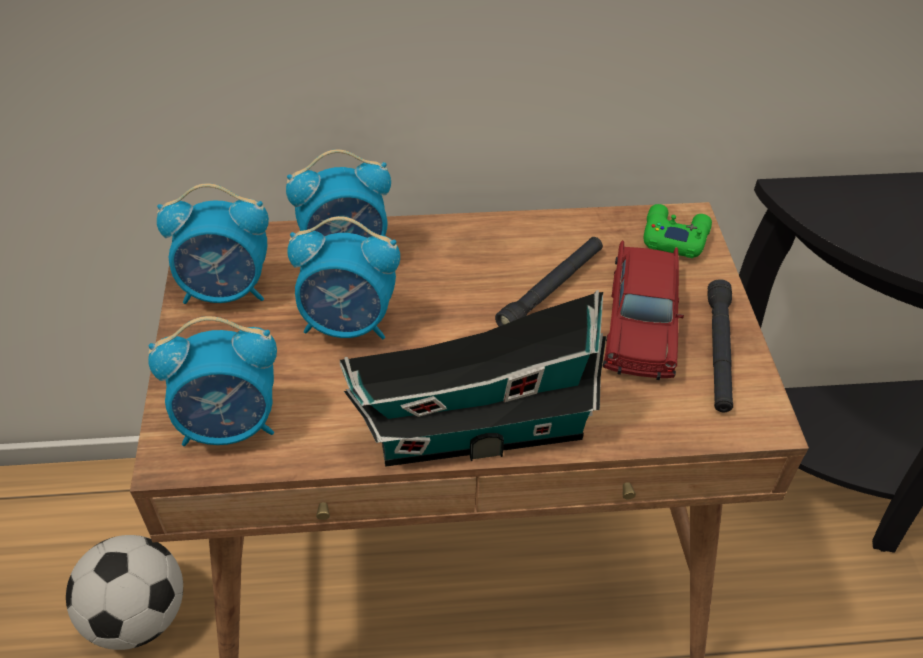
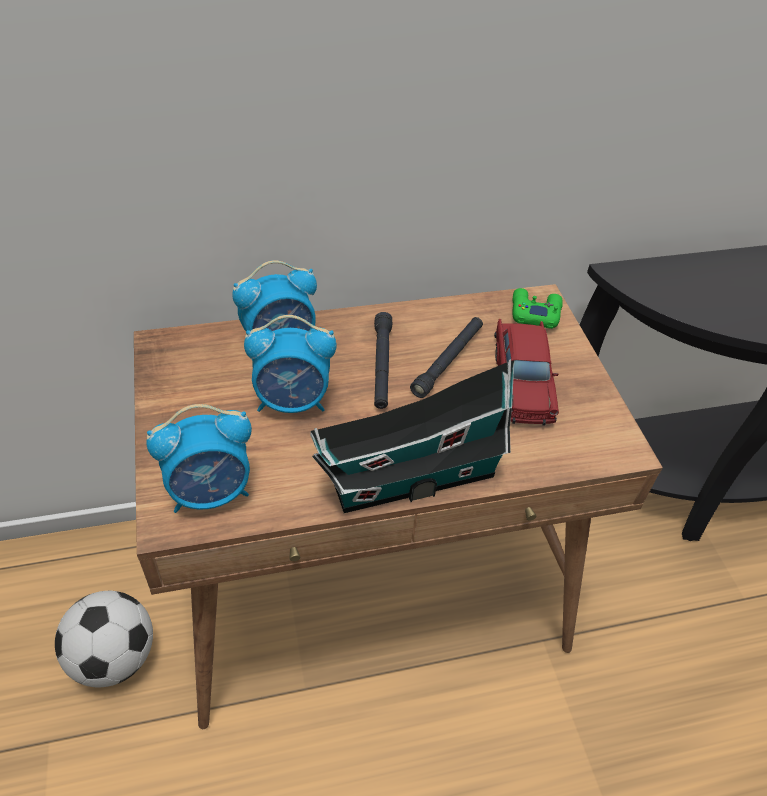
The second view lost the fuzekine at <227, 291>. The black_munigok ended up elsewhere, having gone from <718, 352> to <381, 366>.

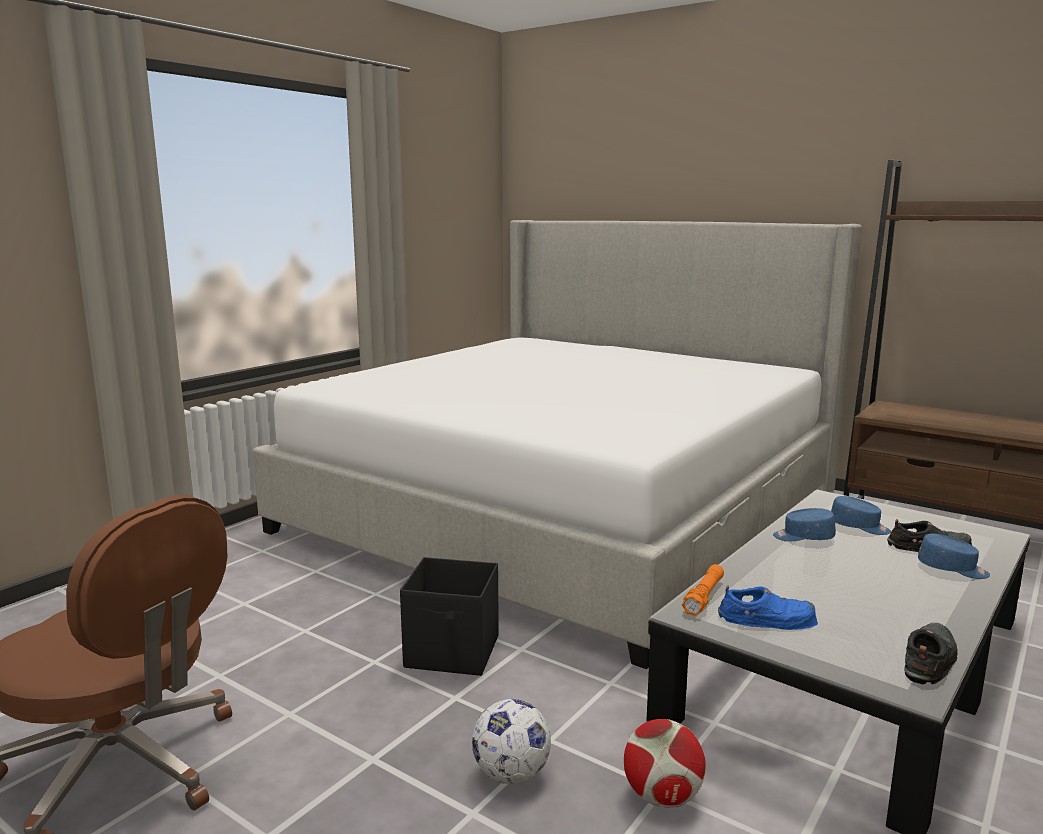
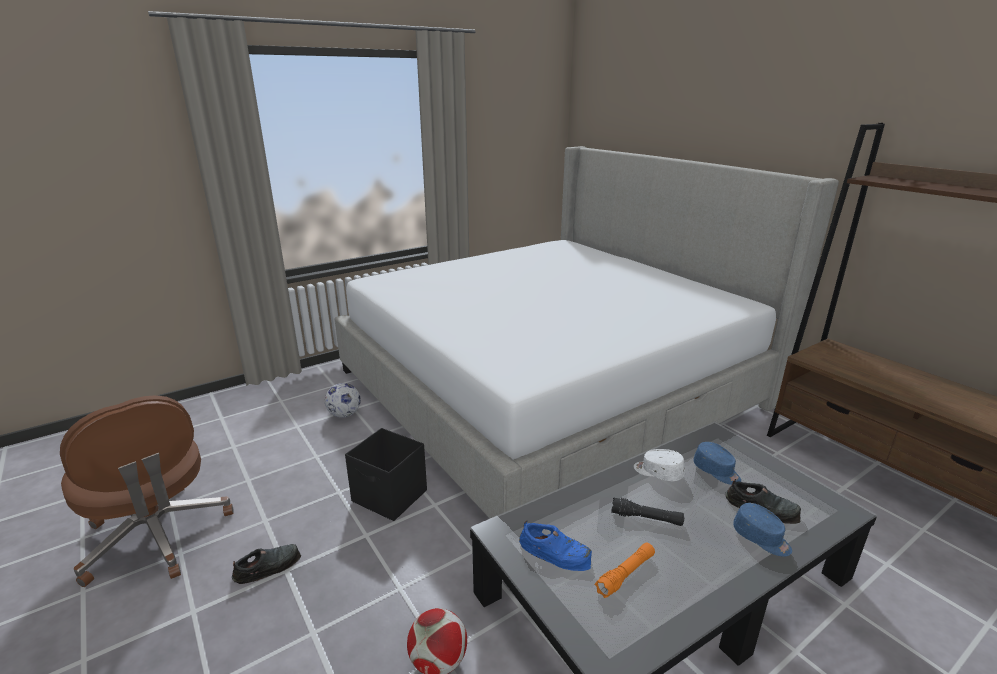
The second view gained the black_munigok at <646, 518>. The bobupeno ended up elsewhere, having gone from <511, 774> to <344, 414>. The orange_munigok ended up elsewhere, having gone from <704, 597> to <625, 574>. The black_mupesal ended up elsewhere, having gone from <928, 660> to <268, 566>. What was the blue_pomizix at <803, 537> turned into the white_pomizix at <658, 472>.

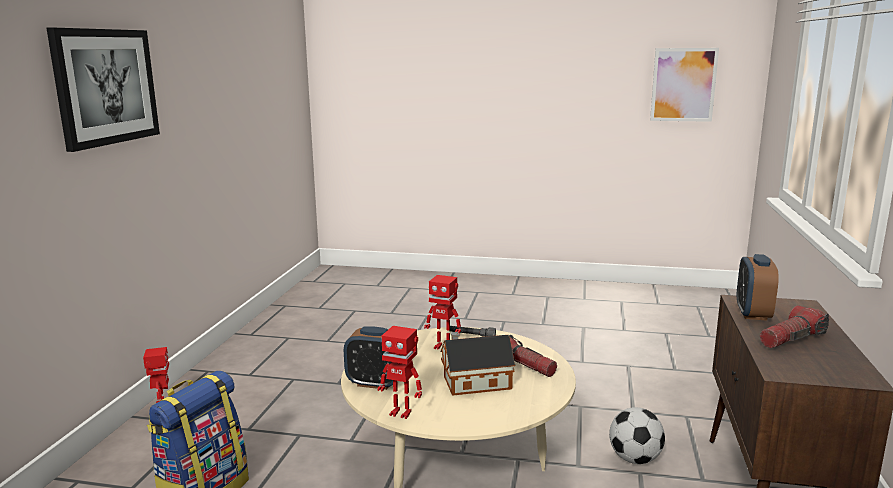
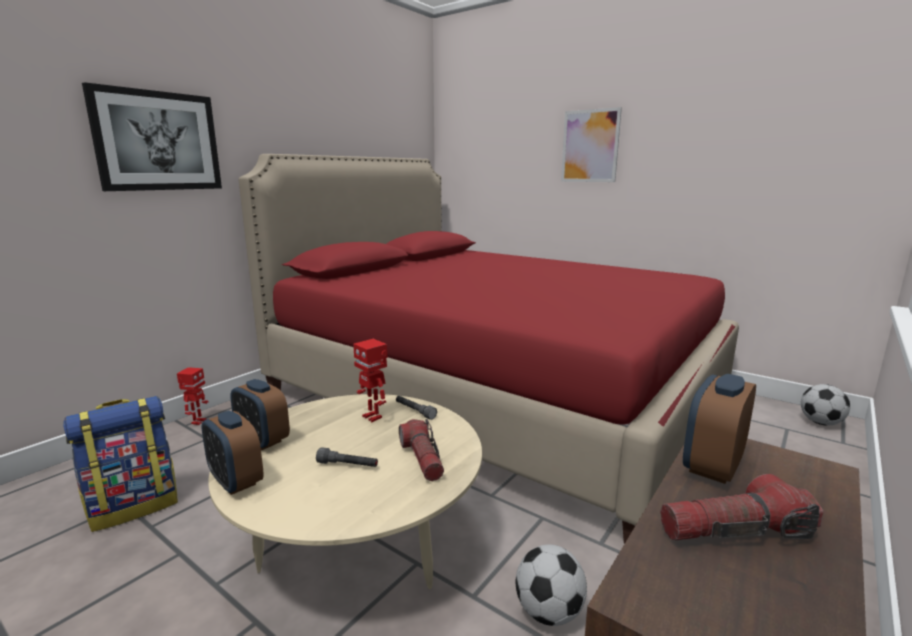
The second view gained the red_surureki at <492, 393>. The second view gained the bobupeno at <820, 423>. The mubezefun ended up elsewhere, having gone from <683, 85> to <590, 146>. Where the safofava stood at <401, 413>, the fuzekine came to stand at <236, 481>. Where the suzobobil stood at <474, 382>, the grey_munigok came to stand at <348, 465>.

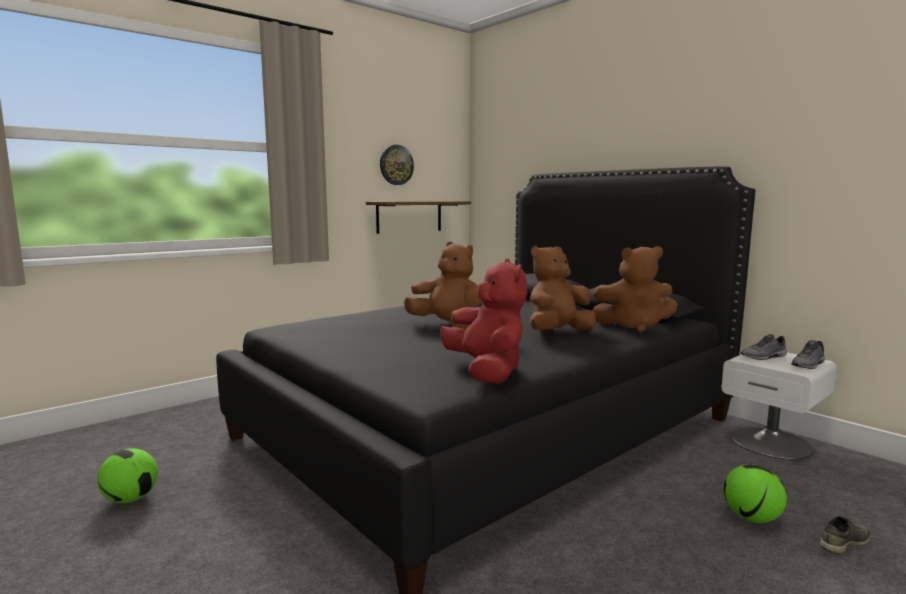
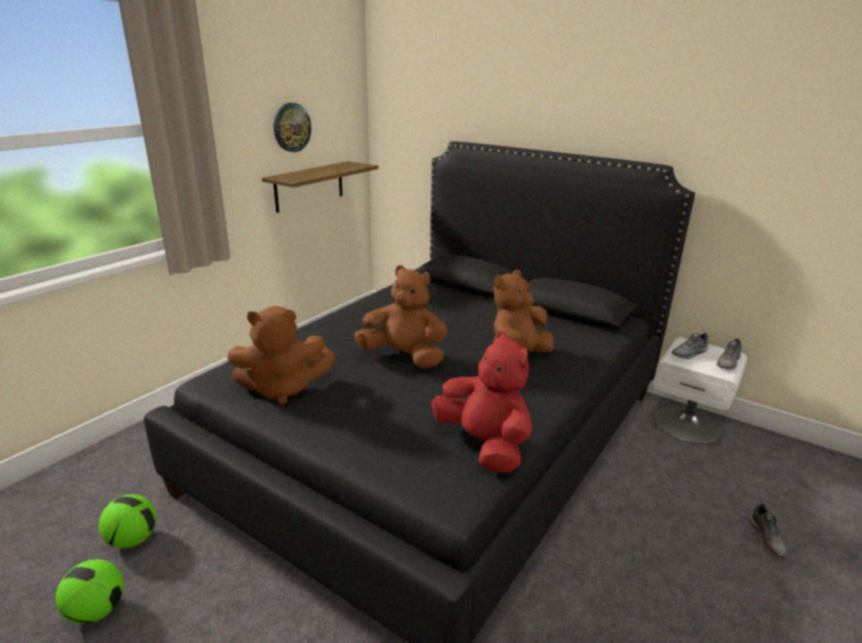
The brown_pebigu ended up elsewhere, having gone from <633, 326> to <283, 388>. The bobupeno ended up elsewhere, having gone from <752, 518> to <133, 539>. The grey_mupesal at <843, 543> ended up facing another way, 135 degrees clockwise from before.

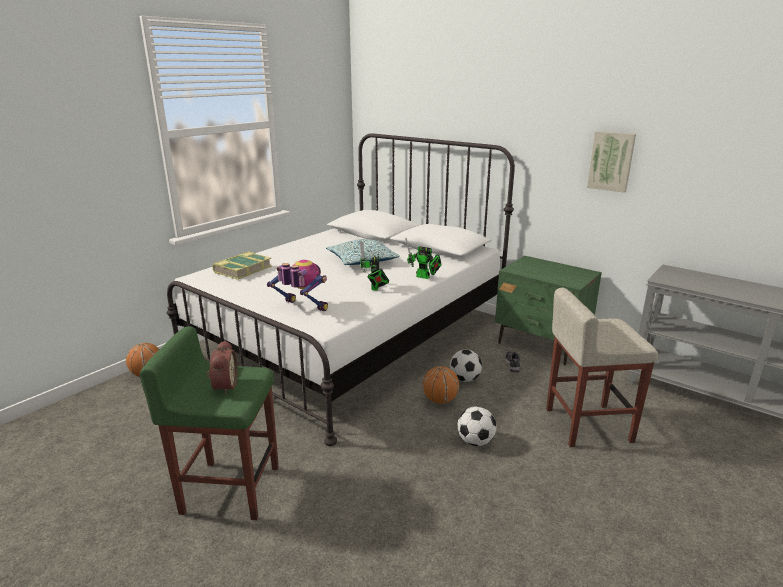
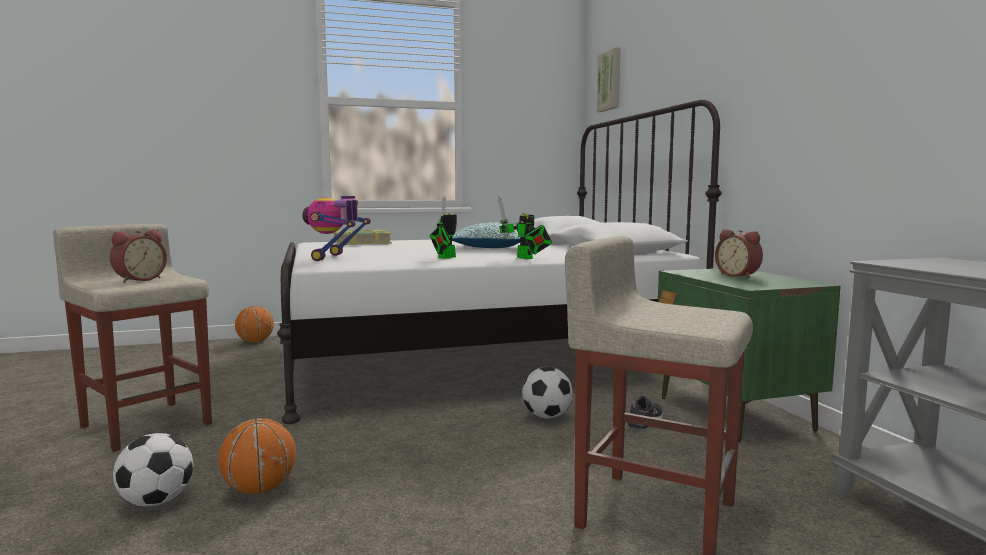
The second view gained the fuzekine at <739, 275>. The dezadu ended up elsewhere, having gone from <440, 400> to <259, 490>. The bobupeno ended up elsewhere, having gone from <475, 441> to <157, 502>. The mubezefun ended up elsewhere, having gone from <611, 161> to <610, 81>. What was the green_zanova at <229, 489> turned into the beige_zanova at <146, 424>. The safofava at <302, 308> ended up facing another way, 150 degrees counterclockwise from before.

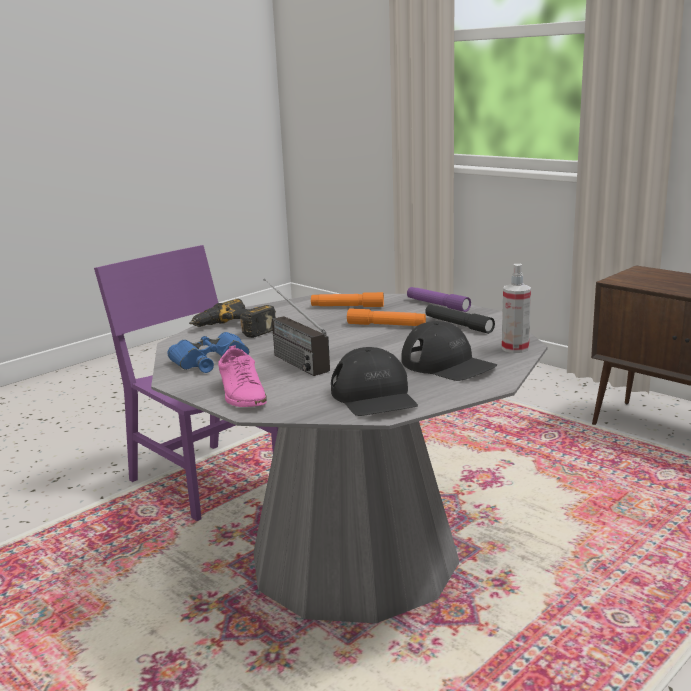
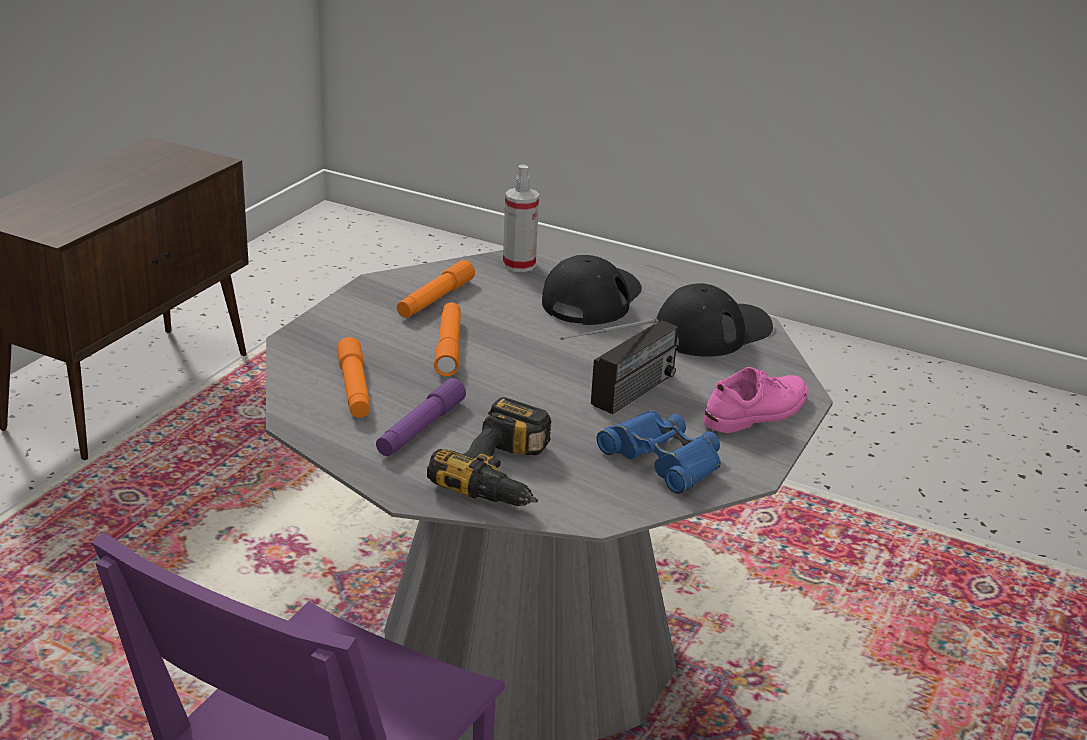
The purple_munigok ended up elsewhere, having gone from <437, 305> to <421, 428>. What was the black_munigok at <458, 325> turned into the orange_munigok at <435, 299>.

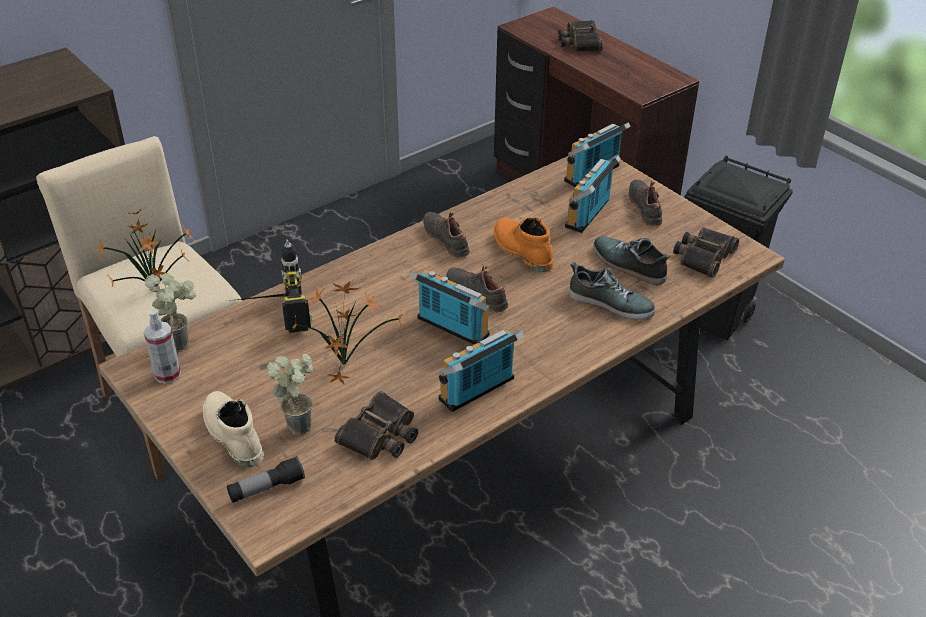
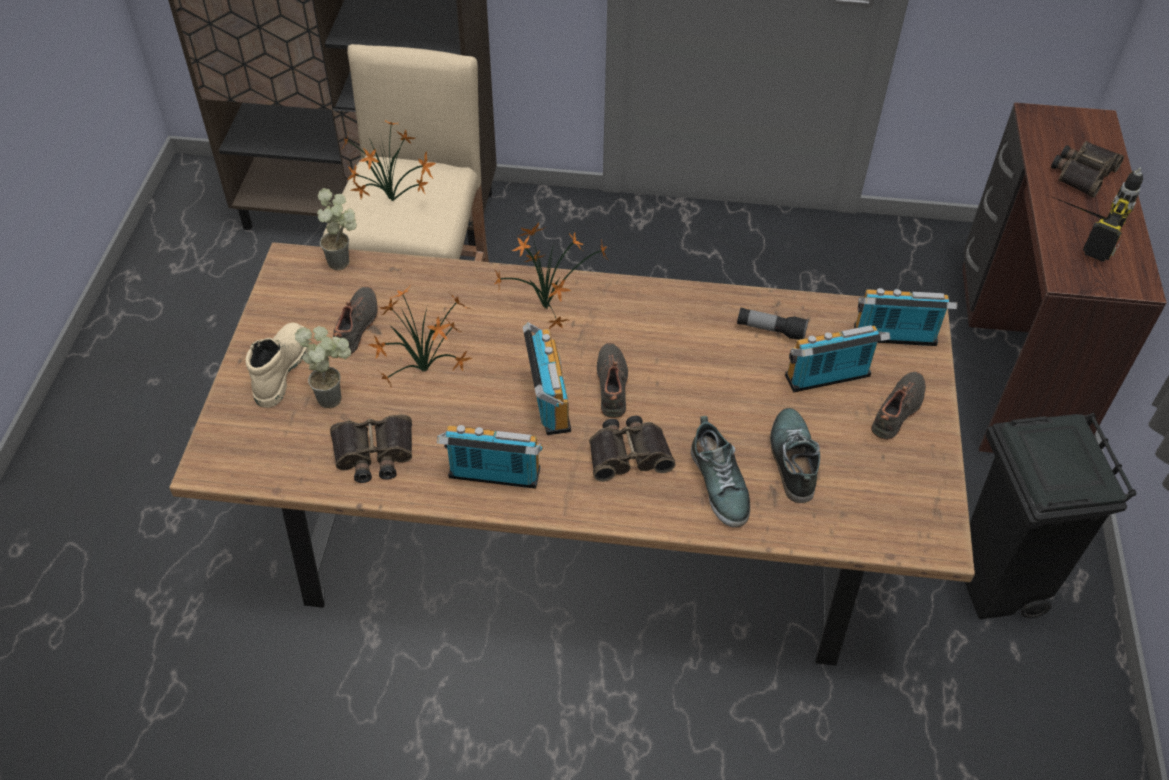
The second view lost the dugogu at <167, 374>. The second view lost the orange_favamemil at <521, 251>. The second view gained the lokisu at <545, 306>. The munigok ended up elsewhere, having gone from <266, 488> to <770, 330>. The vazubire ended up elsewhere, having gone from <269, 314> to <1078, 228>. The black_mupesal ended up elsewhere, having gone from <447, 239> to <357, 327>. The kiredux ended up elsewhere, having gone from <703, 256> to <629, 453>.

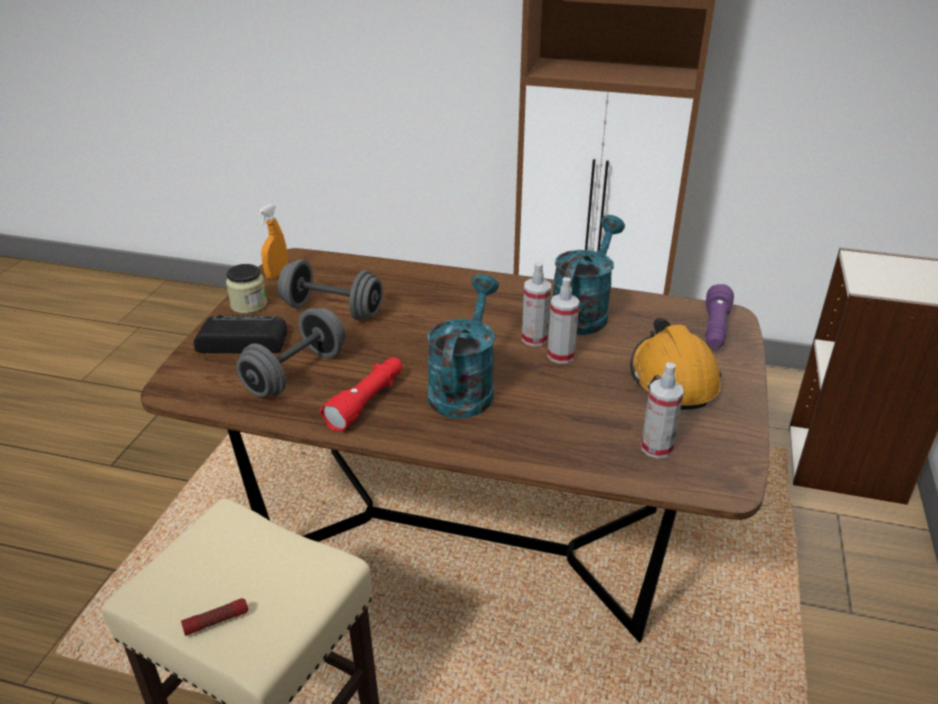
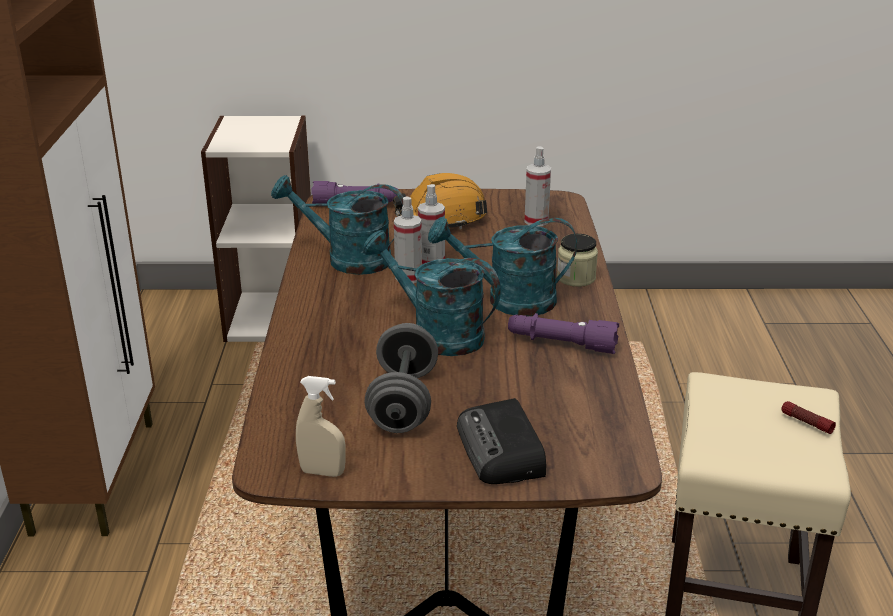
The second view lost the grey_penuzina at <295, 373>. The second view gained the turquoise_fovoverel at <436, 334>. The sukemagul ended up elsewhere, having gone from <249, 305> to <576, 278>. What was the orange_dugogu at <277, 274> turned into the beige_dugogu at <322, 472>. What was the red_munigok at <367, 401> turned into the purple_munigok at <561, 344>.

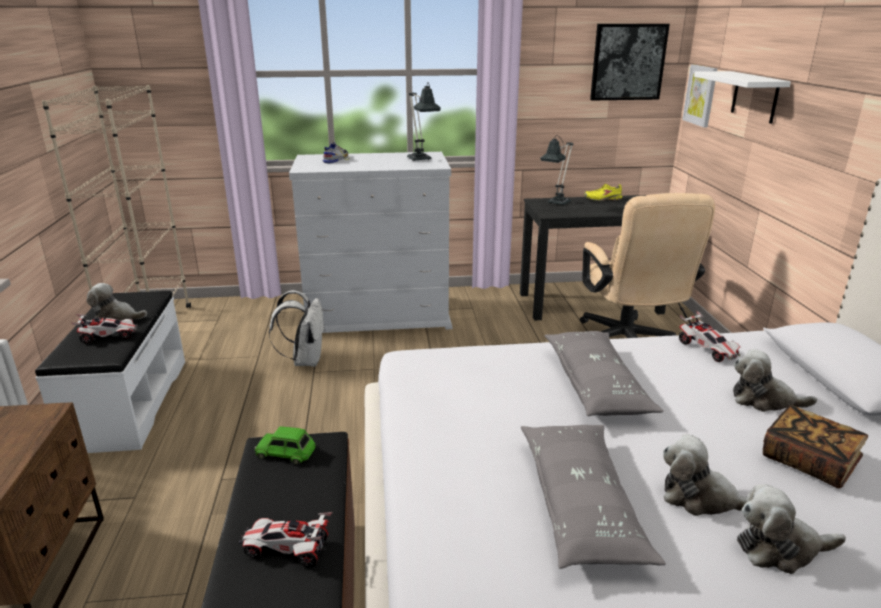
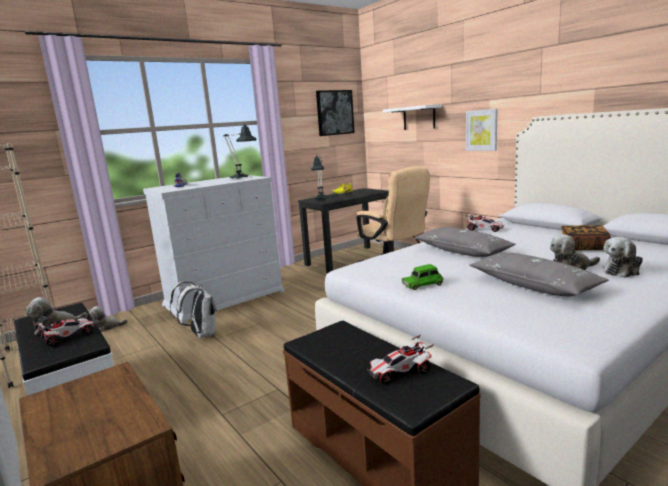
The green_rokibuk ended up elsewhere, having gone from <286, 452> to <422, 284>. The mubezefun ended up elsewhere, having gone from <700, 95> to <481, 130>. The pebigu ended up elsewhere, having gone from <764, 400> to <107, 327>.

